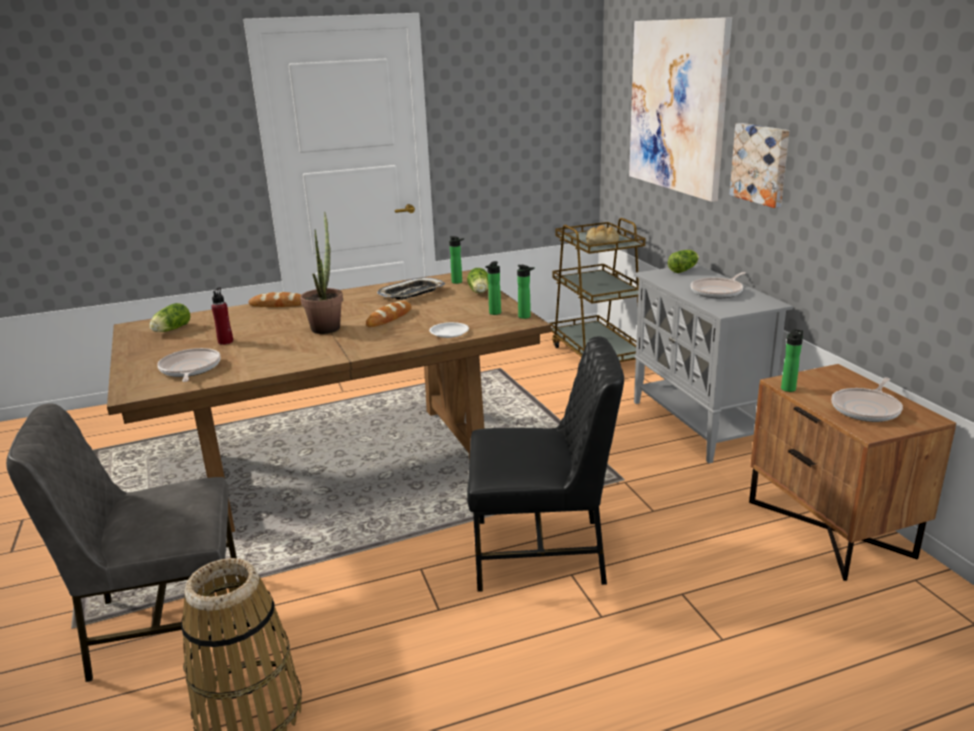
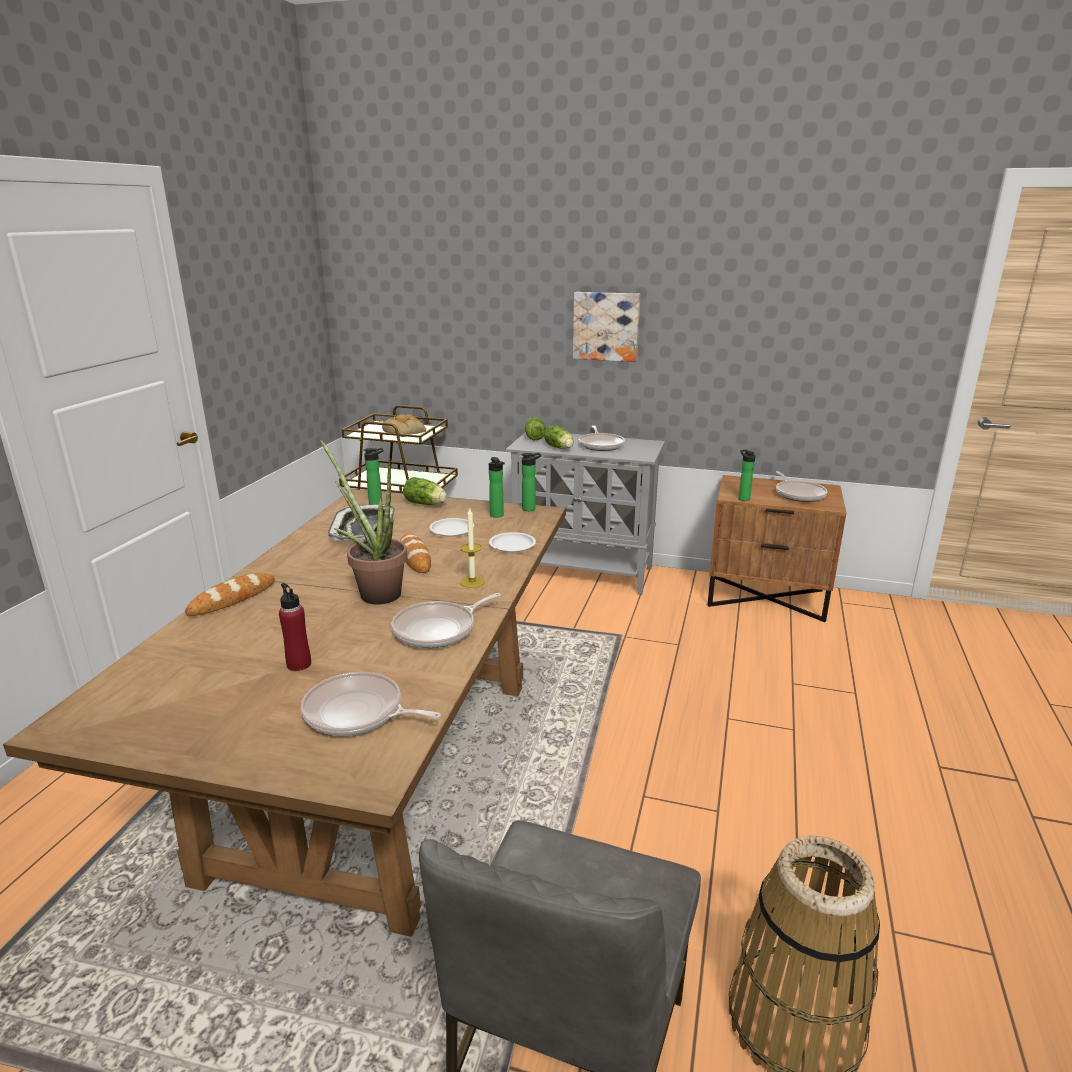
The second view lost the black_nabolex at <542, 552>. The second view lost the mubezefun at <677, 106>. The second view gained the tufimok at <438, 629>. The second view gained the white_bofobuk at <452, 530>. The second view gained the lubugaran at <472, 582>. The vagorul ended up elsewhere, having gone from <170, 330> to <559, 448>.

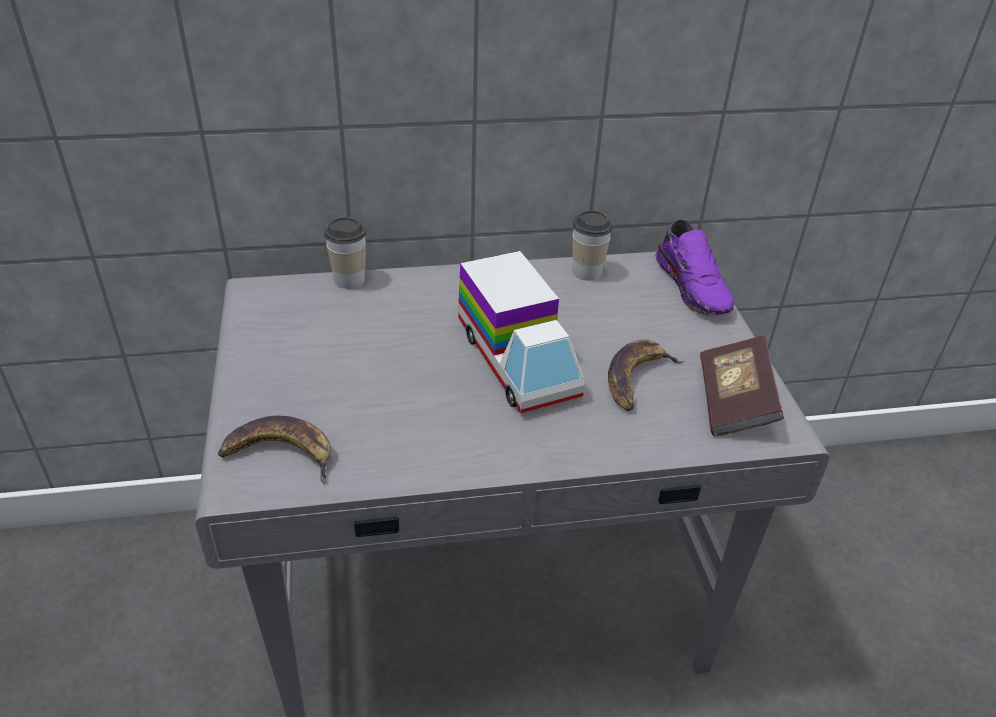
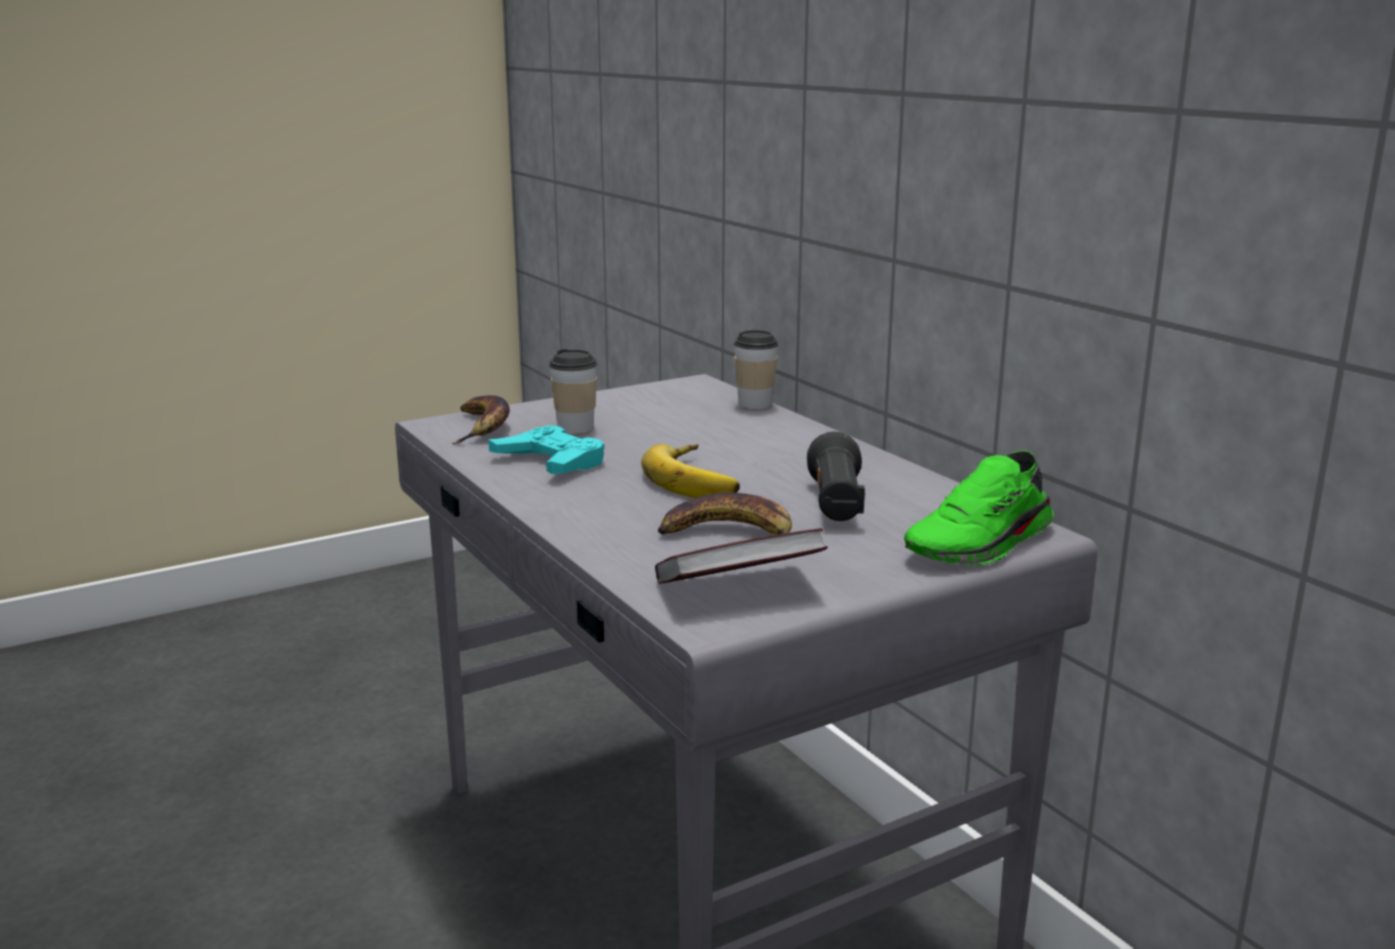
The second view gained the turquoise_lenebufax at <551, 462>. The second view gained the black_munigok at <836, 504>. The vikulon ended up elsewhere, having gone from <587, 272> to <575, 428>. Where the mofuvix stood at <517, 361>, the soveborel came to stand at <699, 480>. What was the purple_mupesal at <694, 286> turned into the green_mupesal at <983, 545>.

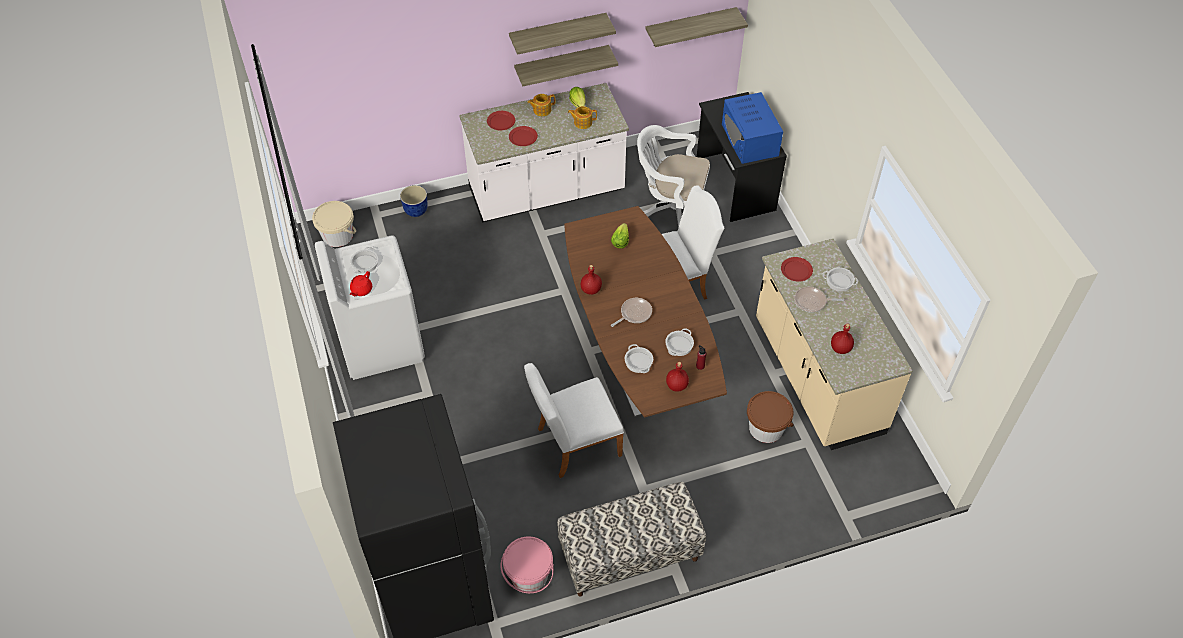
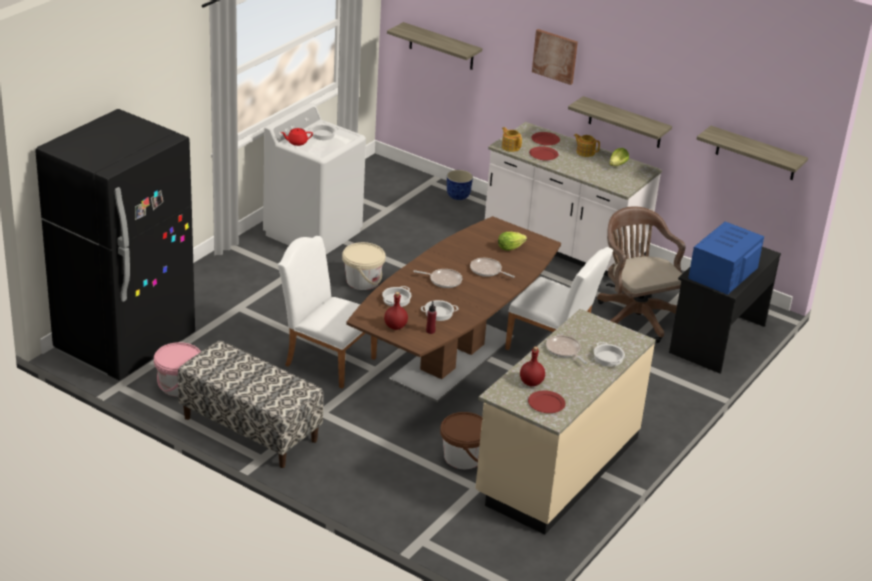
The second view lost the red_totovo at <591, 289>. The second view gained the tufimok at <487, 270>. The second view gained the mubezefun at <555, 56>. The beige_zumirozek ended up elsewhere, having gone from <338, 235> to <362, 281>. The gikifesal ended up elsewhere, having gone from <558, 33> to <441, 46>. The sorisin ended up elsewhere, having gone from <582, 122> to <510, 147>. The red_bofobuk ended up elsewhere, having gone from <796, 270> to <546, 404>. What was the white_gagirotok at <671, 210> turned into the brown_gagirotok at <635, 316>.

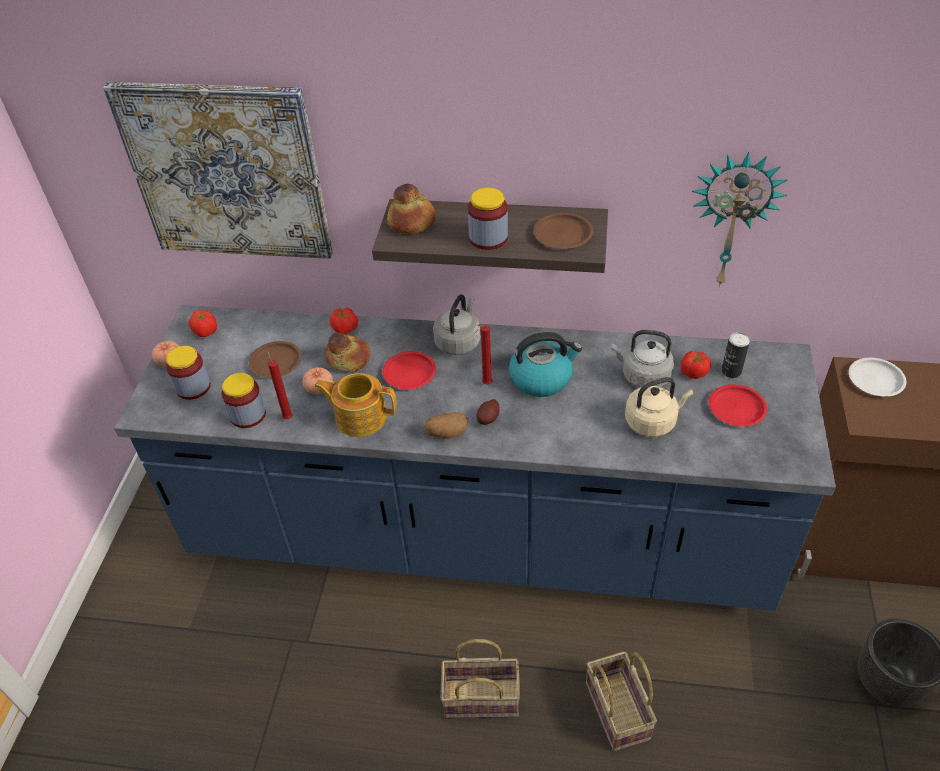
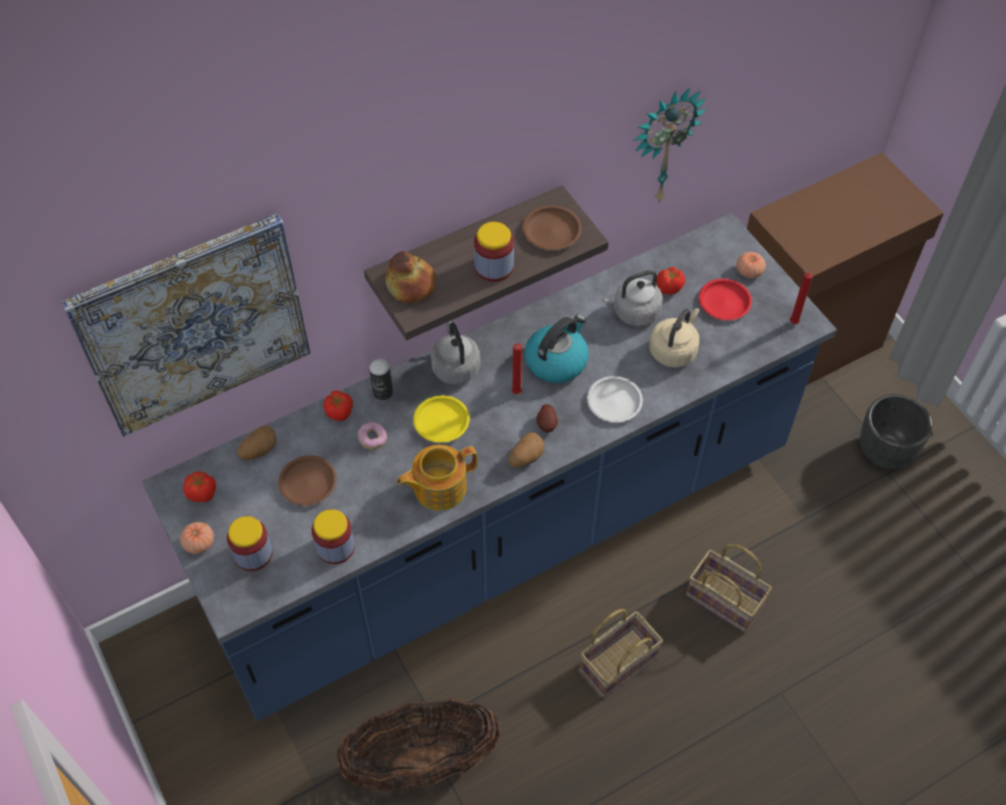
The second view gained the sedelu at <258, 450>. The second view gained the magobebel at <422, 761>. The red_lubugaran ended up elsewhere, having gone from <287, 417> to <792, 322>. The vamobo ended up elsewhere, having gone from <319, 388> to <749, 271>. The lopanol ended up elsewhere, having gone from <731, 371> to <382, 392>. The white_bofobuk ended up elsewhere, having gone from <876, 380> to <614, 401>. Where the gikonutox stood at <348, 359>, the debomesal came to stand at <372, 439>. What was the red_bofobuk at <410, 373> turned into the yellow_bofobuk at <441, 421>.

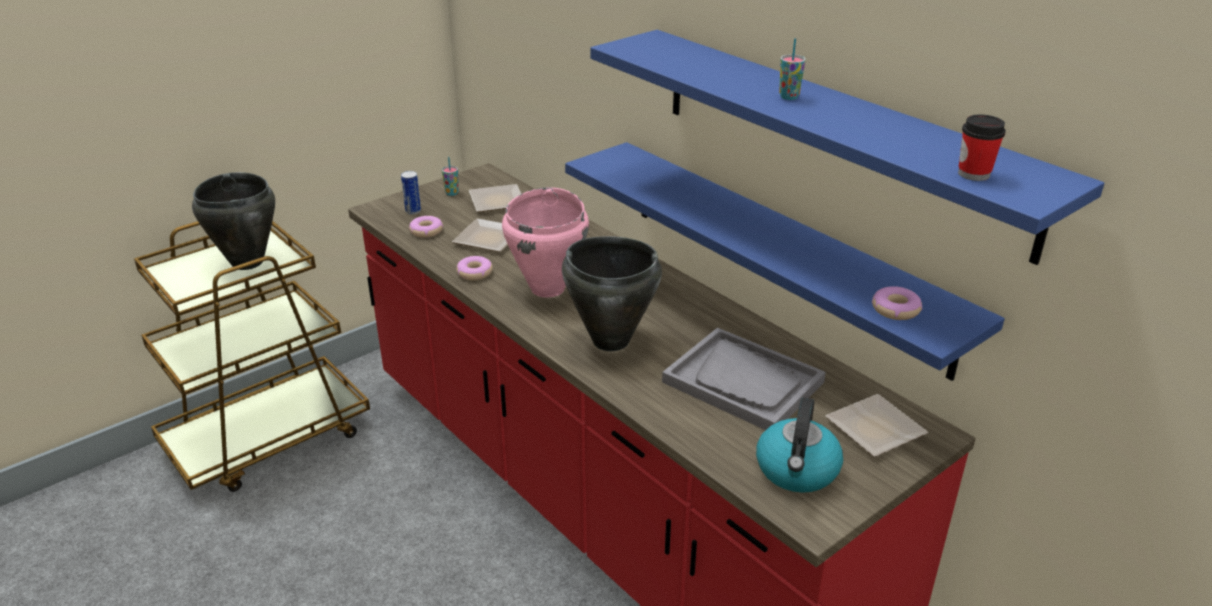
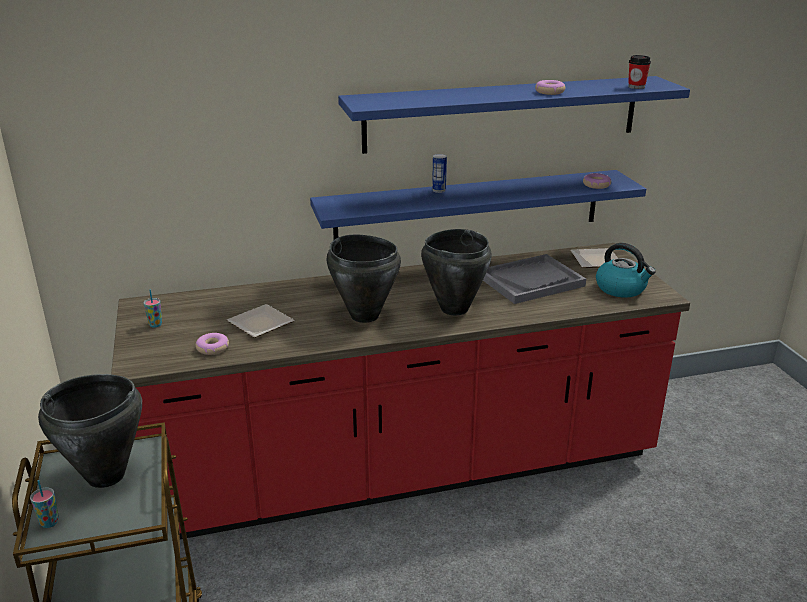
The second view lost the bofobuk at <499, 202>. The lopanol ended up elsewhere, having gone from <413, 211> to <439, 190>. The debomesal ended up elsewhere, having gone from <475, 273> to <549, 92>. The vikulon ended up elsewhere, having gone from <789, 97> to <49, 522>. What was the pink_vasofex at <548, 288> turned into the black_vasofex at <364, 315>.

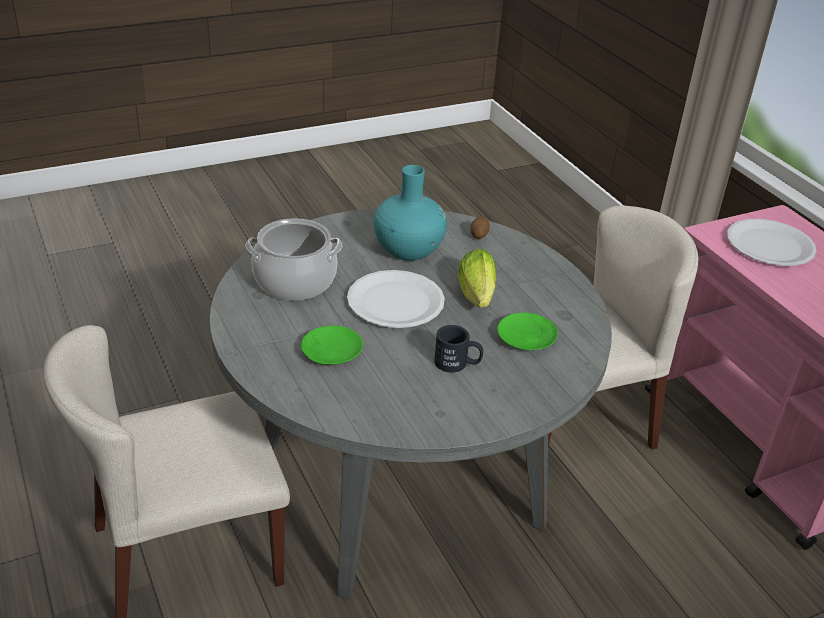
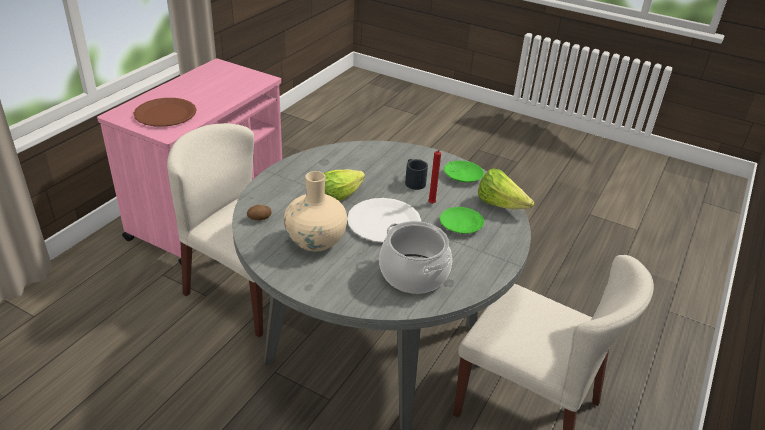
The second view gained the red_lubugaran at <431, 204>. The second view gained the vagorul at <500, 205>. The green_bofobuk ended up elsewhere, having gone from <527, 338> to <462, 175>. What was the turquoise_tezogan at <408, 250> turned into the beige_tezogan at <316, 241>. What was the white_bofobuk at <769, 245> turned into the brown_bofobuk at <165, 114>.

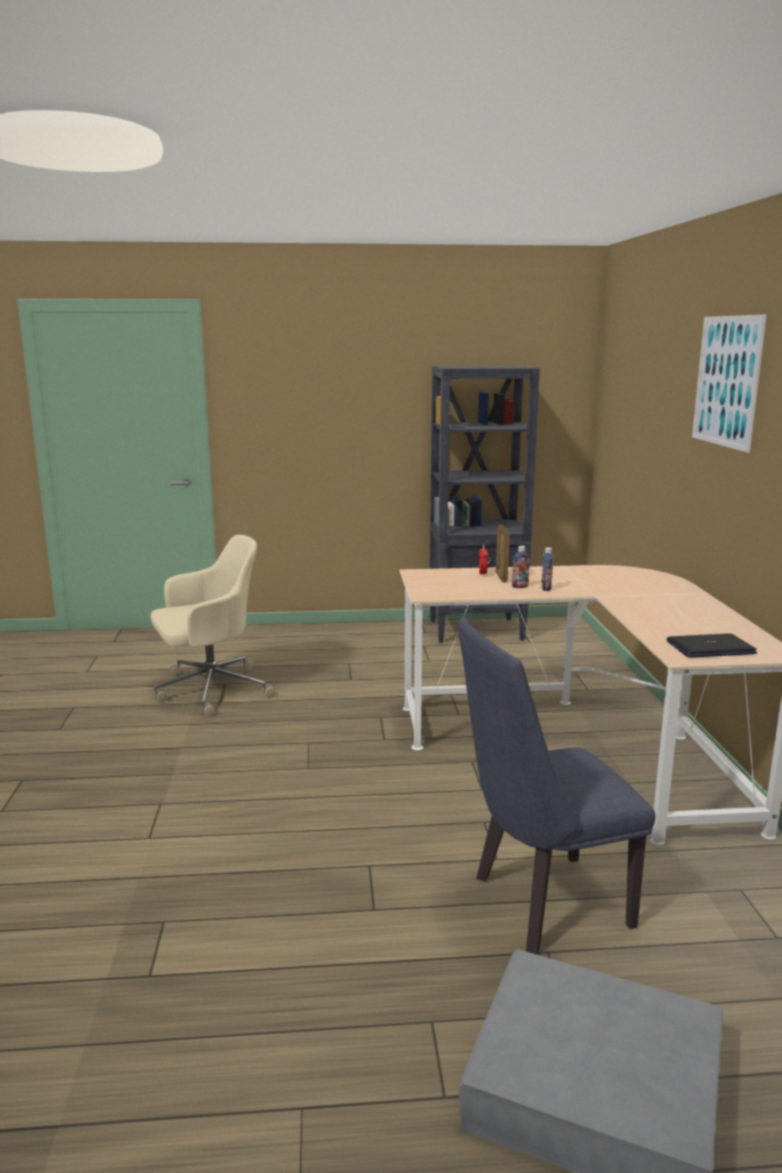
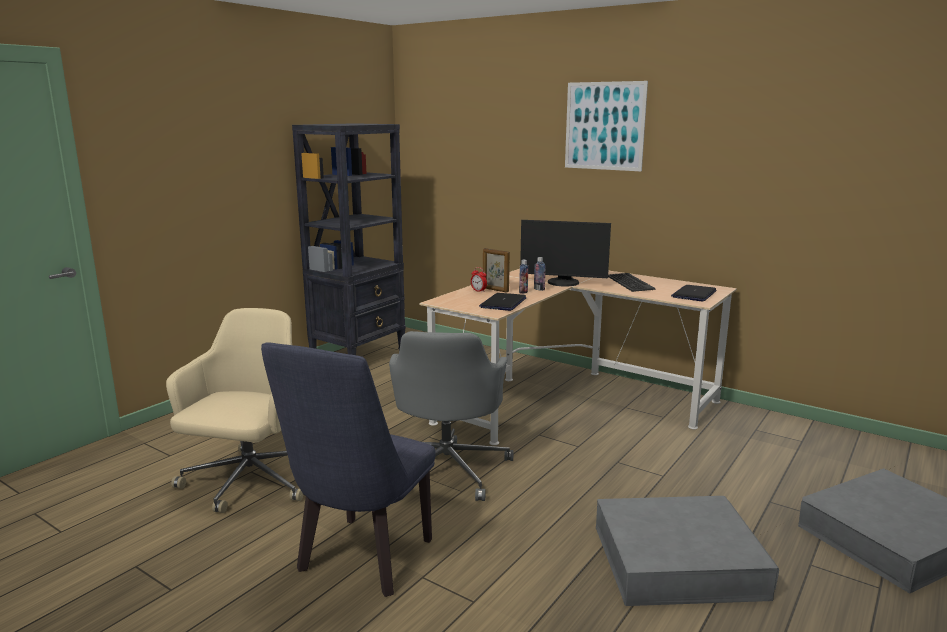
The second view gained the grey_gagirotok at <448, 469>. The second view gained the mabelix at <503, 303>. The second view gained the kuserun at <563, 283>. The second view gained the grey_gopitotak at <677, 561>. The second view gained the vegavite at <629, 283>. The blue_nabolex ended up elsewhere, having gone from <540, 905> to <361, 562>.

